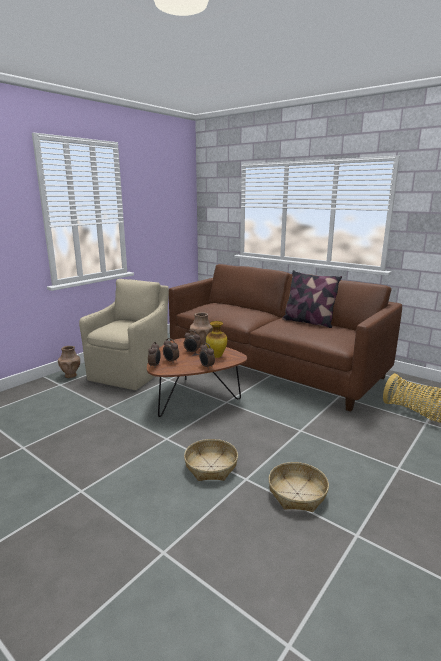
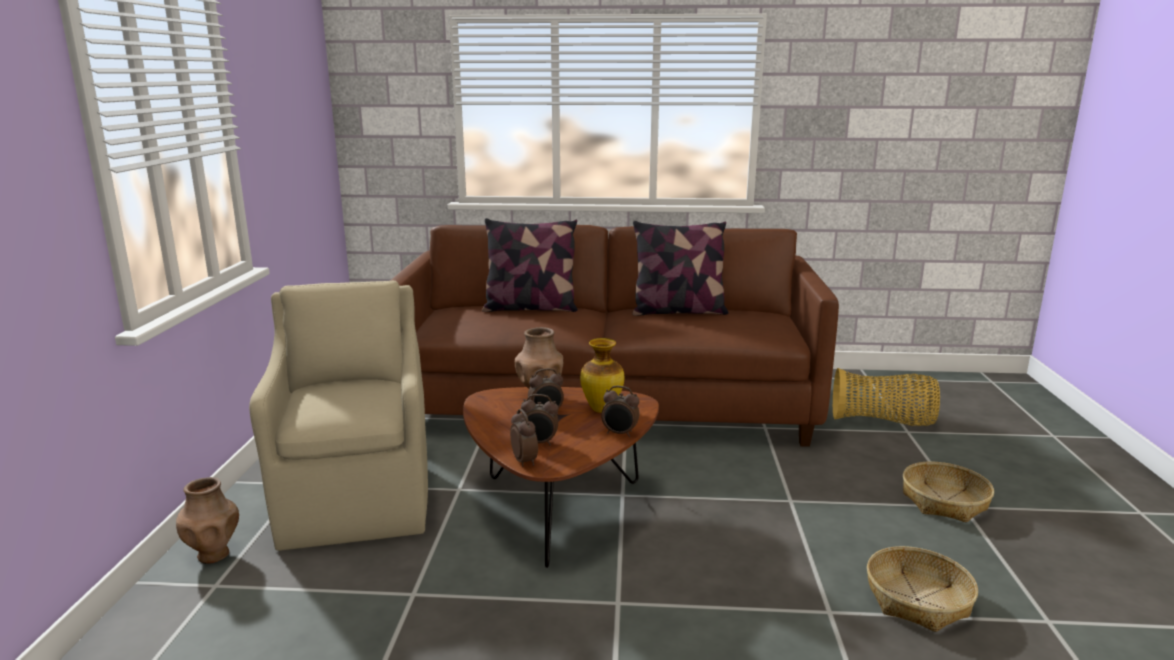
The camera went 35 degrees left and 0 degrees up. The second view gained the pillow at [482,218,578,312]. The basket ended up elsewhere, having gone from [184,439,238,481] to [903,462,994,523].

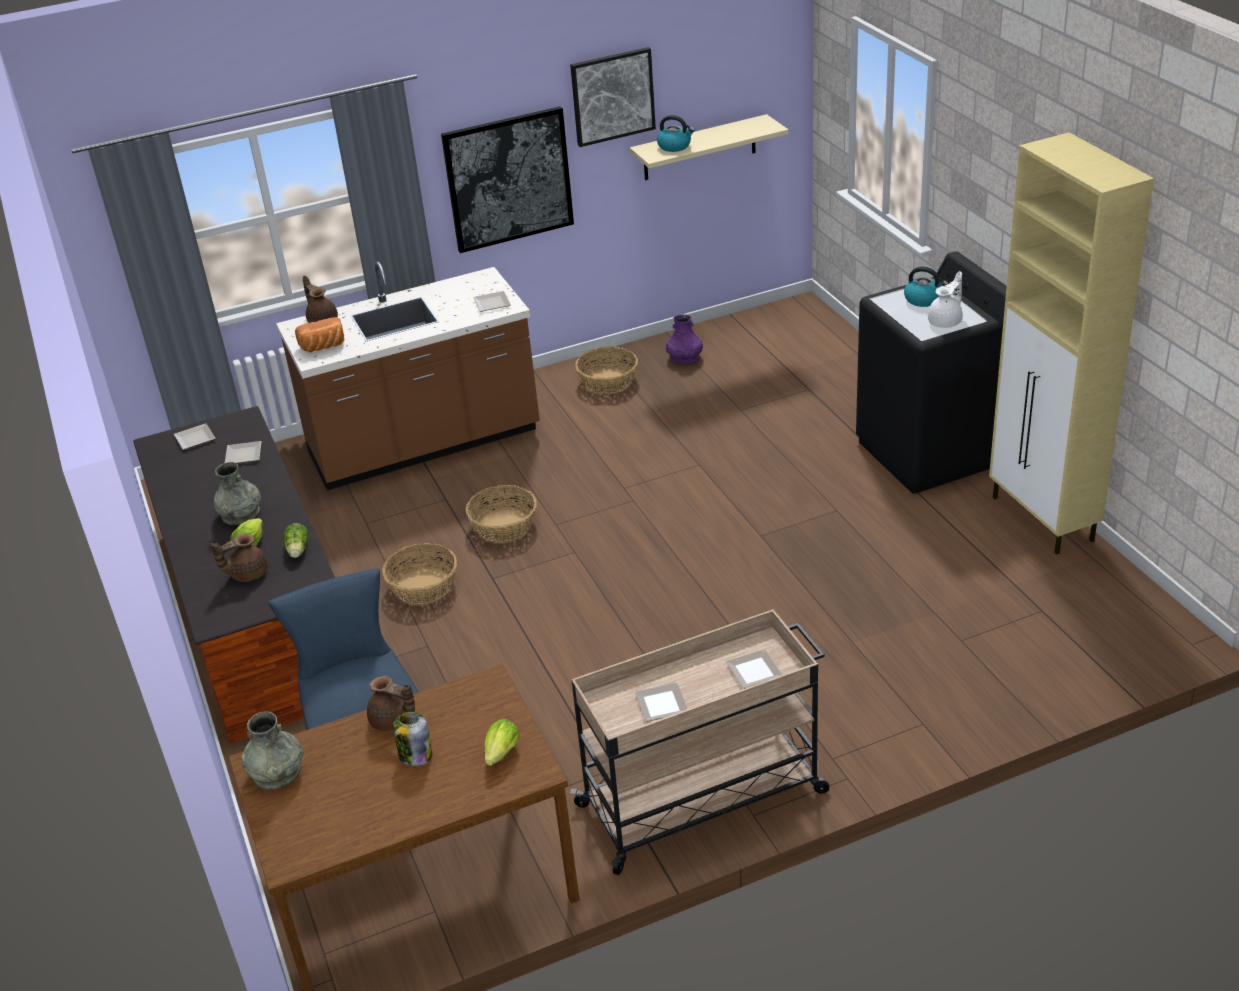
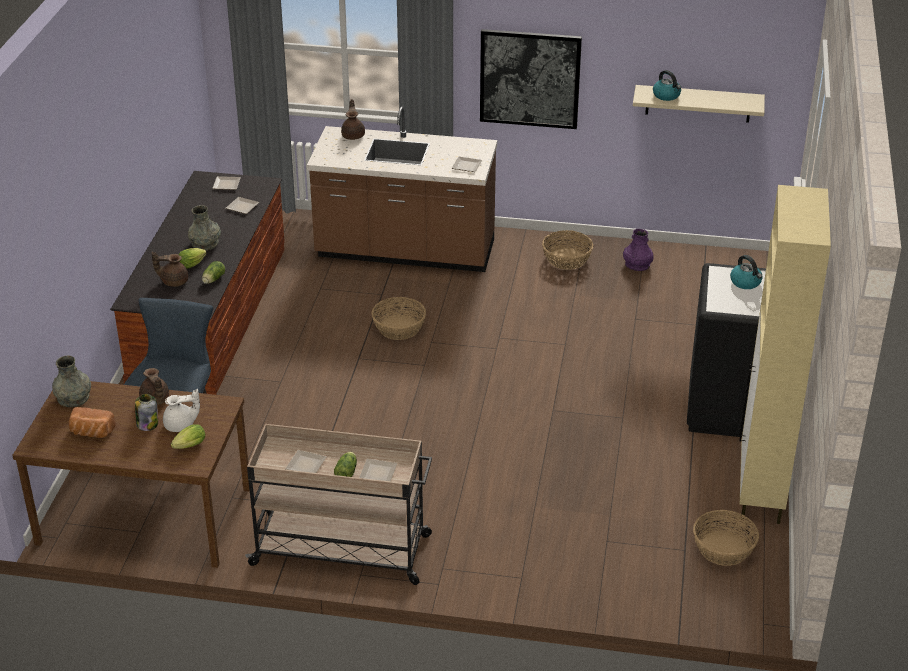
The camera went 30 degrees right and 0 degrees up. The bread ended up elsewhere, having gone from [295,317,344,353] to [69,407,116,438]. The white teapot ended up elsewhere, having gone from [928,271,963,328] to [163,389,200,432]. The second view gained the lettuce at [334,452,357,477]. The basket ended up elsewhere, having gone from [382,543,457,604] to [693,510,759,566]. The second view lost the picture at [570,47,656,147].

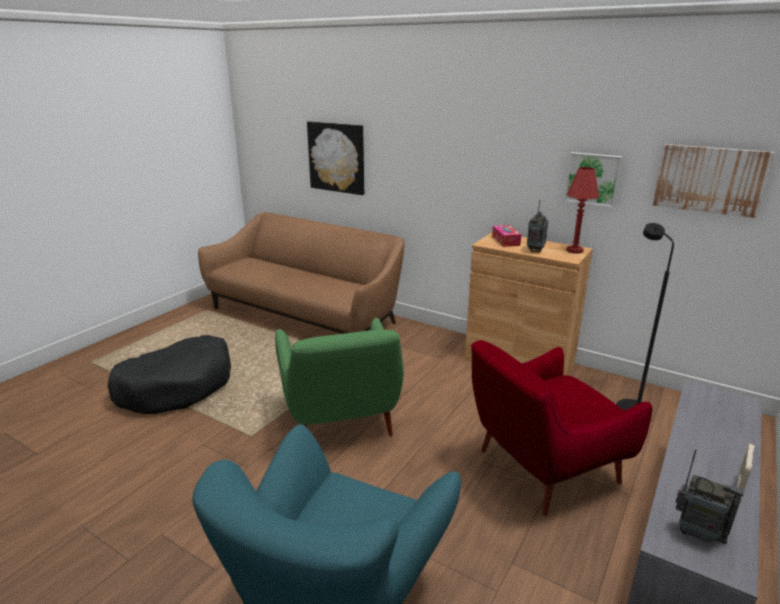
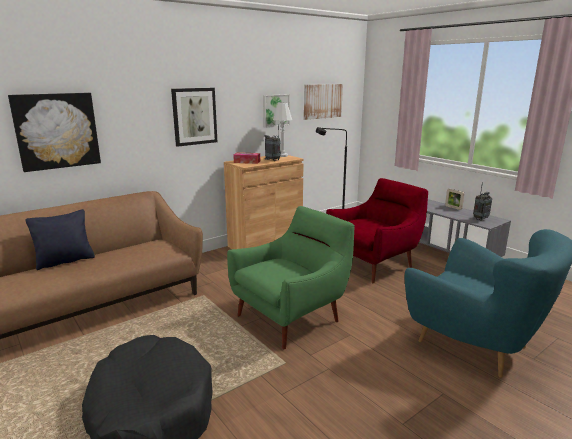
The camera went 70 degrees left and 5 degrees down. The second view gained the black pillow at [25,209,95,270]. The second view gained the picture at [171,88,217,147]. The green armchair at [275,318,404,436] ended up facing another way, 45 degrees counterclockwise from before. What was the red table lamp at [566,167,599,254] turned into the white table lamp at [273,102,292,157]. The red armchair at [471,340,652,516] ended up facing another way, 120 degrees counterclockwise from before.

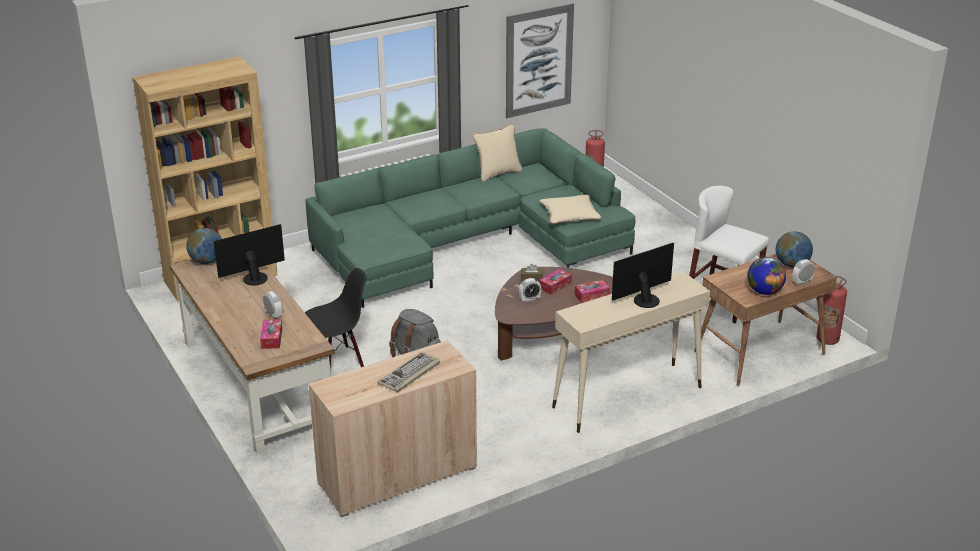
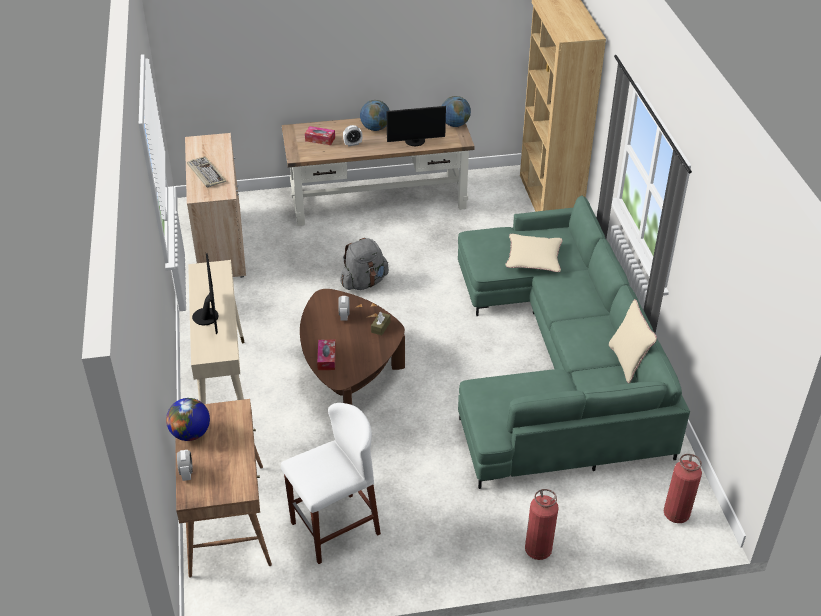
The camera went 110 degrees right and 10 degrees up. The globe ended up elsewhere, having gone from [776,231,813,268] to [360,100,390,131]. The monitor at [214,224,285,285] ended up facing another way, 90 degrees clockwise from before. The beige pillow ended up elsewhere, having gone from [539,195,602,224] to [506,234,562,272]. The fire extinguisher ended up elsewhere, having gone from [816,276,847,345] to [525,489,559,560]. The second view lost the black chair at [305,268,366,367]. The second view lost the picture at [506,3,574,118]. The second view lost the tissue box at [539,269,572,295].

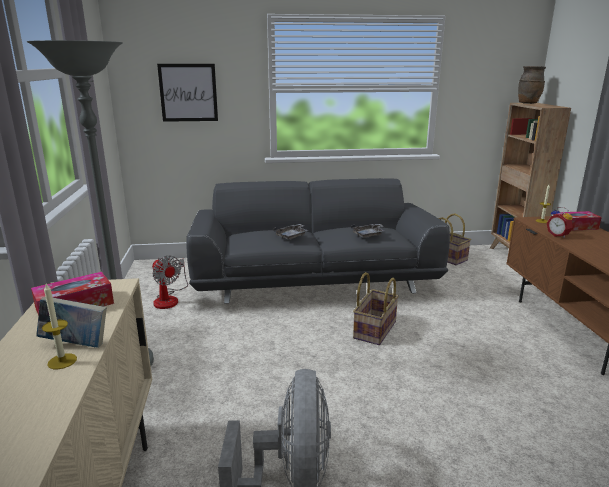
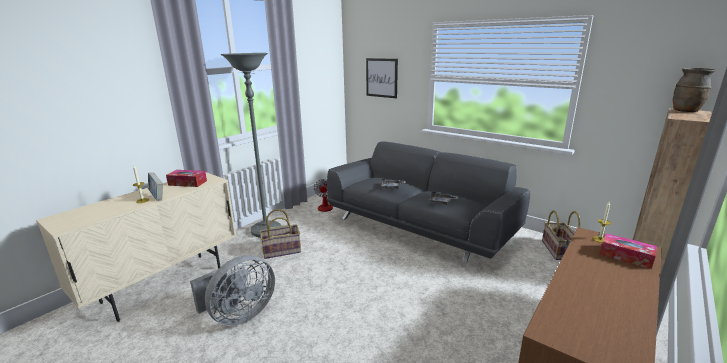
The camera went 45 degrees right and 0 degrees up. The basket ended up elsewhere, having gone from [353,272,399,345] to [260,209,301,259]. The second view lost the alarm clock at [547,207,573,238].

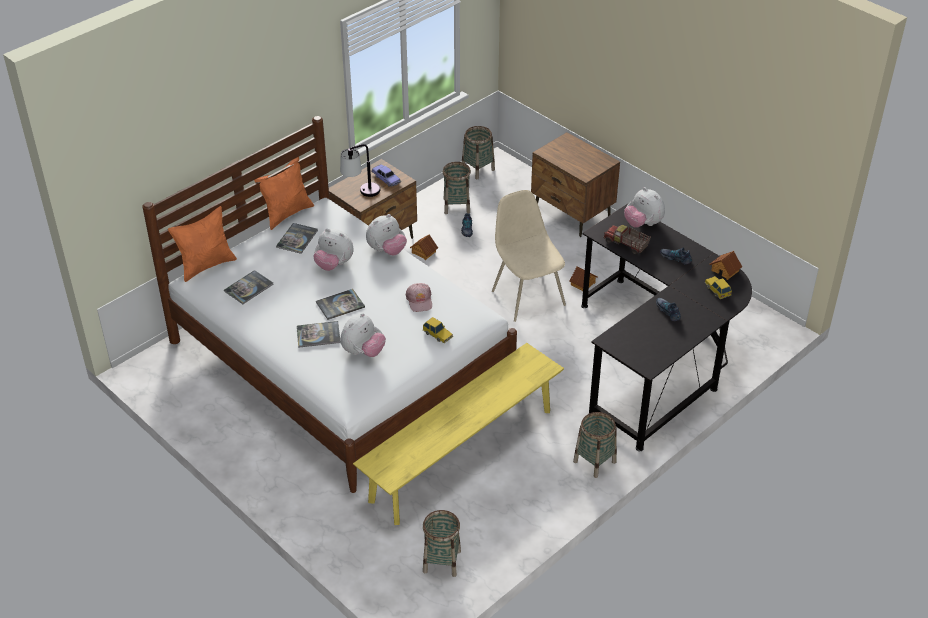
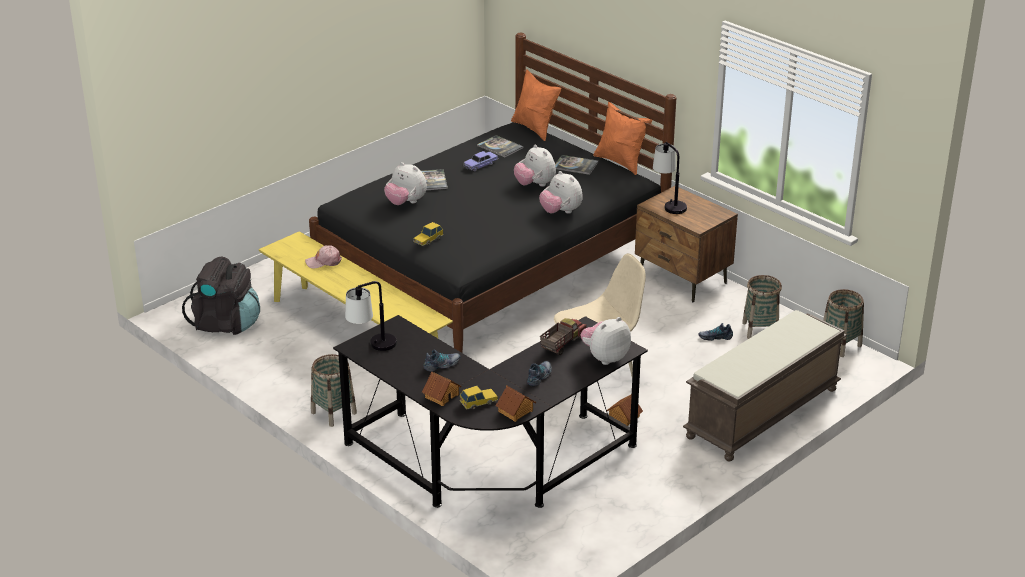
The camera went 90 degrees right and 10 degrees down. Where the basket stood at [423,510,461,577], the black backpack came to stand at [182,257,260,335]. The pink cap ended up elsewhere, having gone from [405,283,432,312] to [305,245,342,269]. What was the white bed at [142,116,517,493] turned into the black bed at [309,33,676,353]. The second view gained the table lamp at [345,281,397,351]. The toy house ended up elsewhere, having gone from [410,234,438,260] to [422,371,461,406]. The toy car ended up elsewhere, having gone from [371,164,401,187] to [463,151,499,171]. The plush toy at [313,229,354,271] ended up facing another way, 60 degrees counterclockwise from before. Where the brown nightstand stood at [531,132,620,237], the brown bench came to stand at [683,310,847,462]. The second view lost the book at [316,289,365,320].

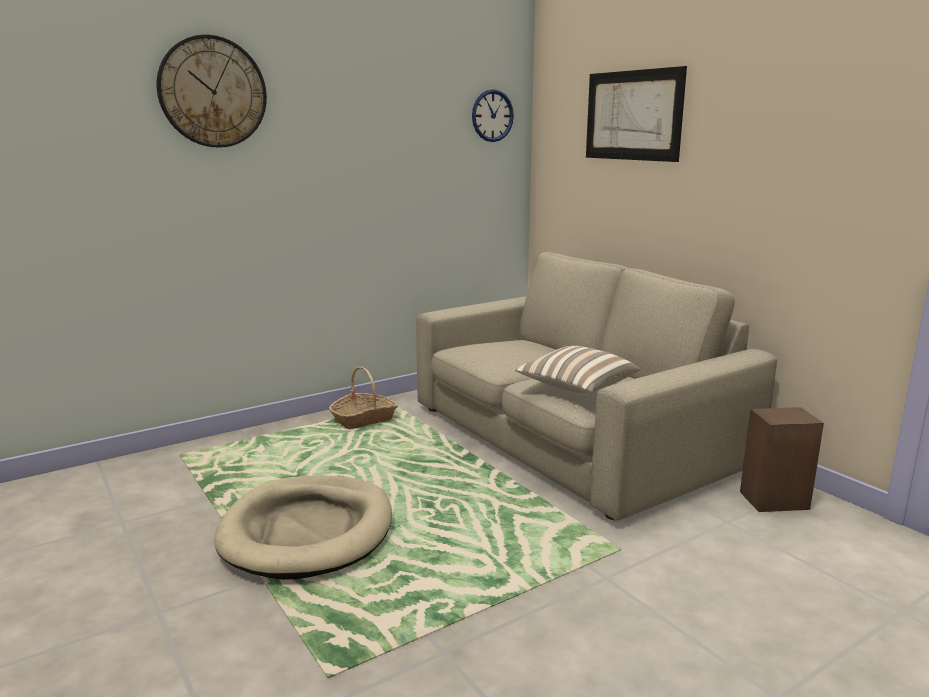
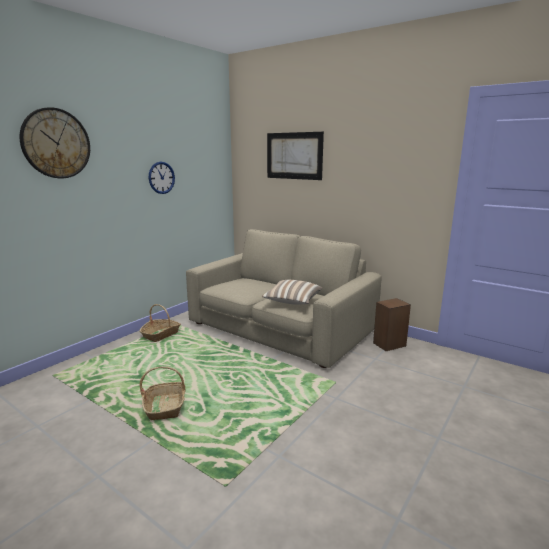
The camera went 20 degrees left and 0 degrees up. Where the beige dog bed stood at [214,475,392,580], the basket came to stand at [140,366,186,420]. The wall clock ended up elsewhere, having gone from [472,89,514,142] to [149,161,175,194].

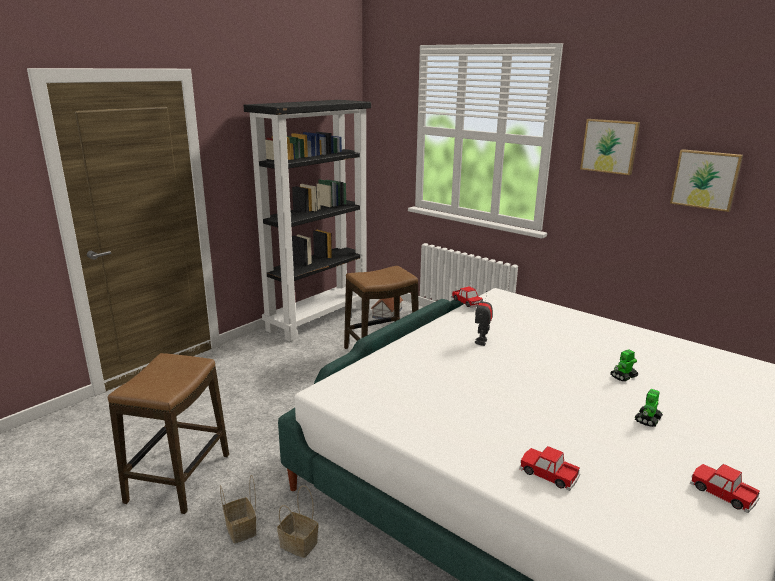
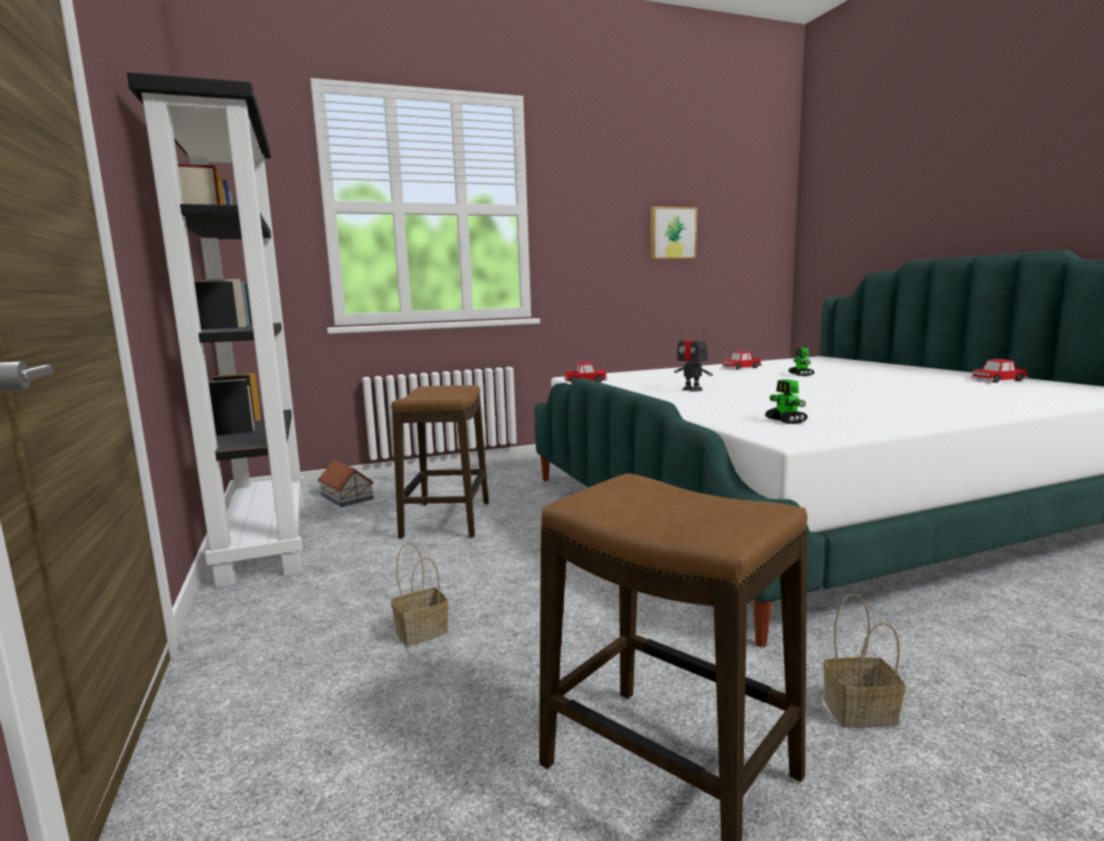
The camera went 60 degrees left and 10 degrees down. The basket ended up elsewhere, having gone from [277,485,318,558] to [391,543,448,646]. The toy car ended up elsewhere, having gone from [519,446,580,491] to [722,351,762,370]. The toy robot ended up elsewhere, having gone from [634,389,663,427] to [765,379,808,424]. The second view lost the picture at [580,119,640,175].

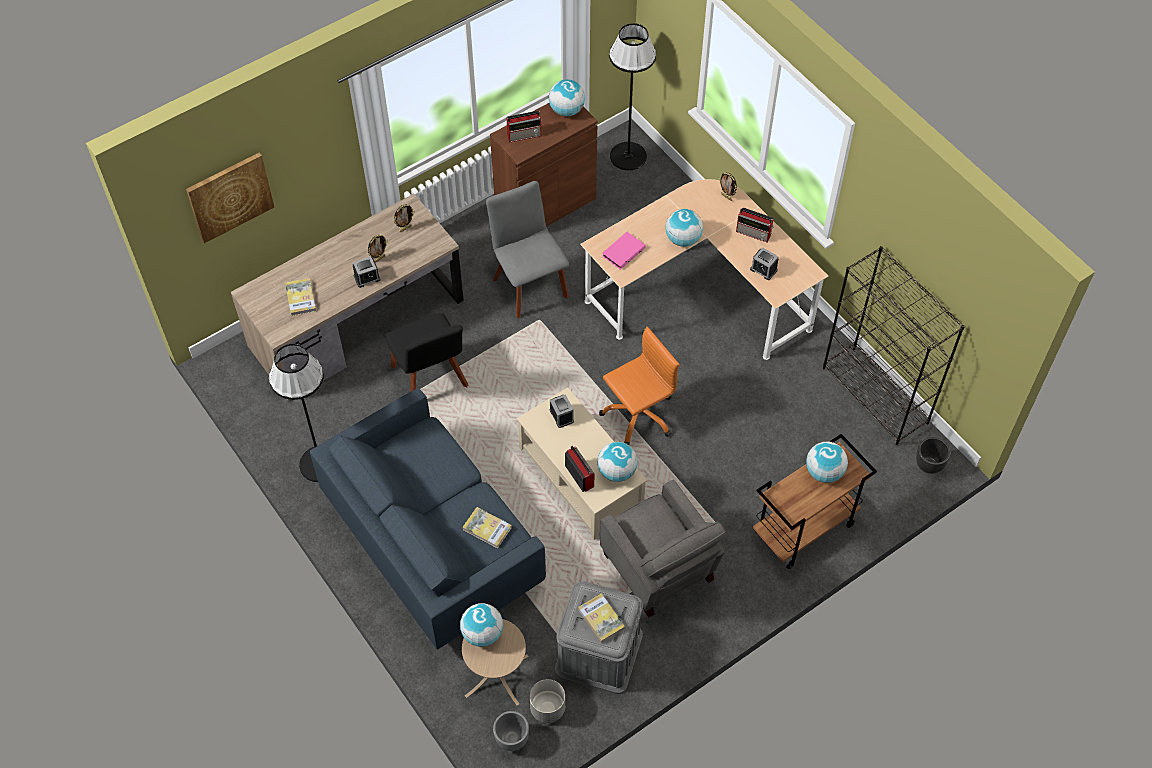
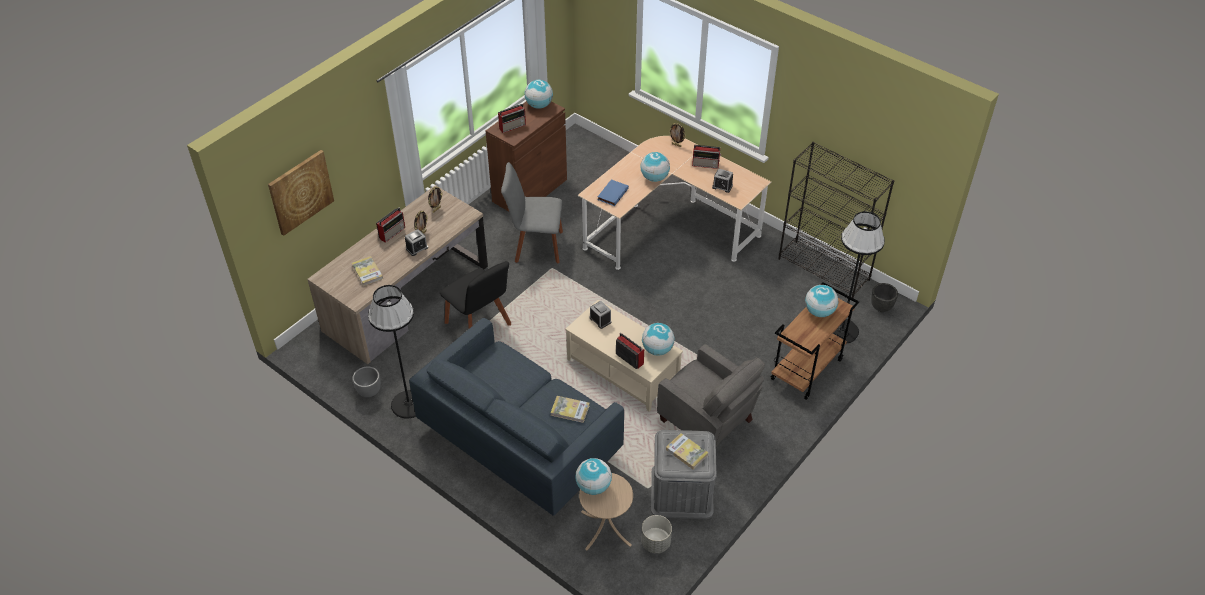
The camera went 15 degrees left and 10 degrees down. The grey planter ended up elsewhere, having gone from [493,711,529,751] to [352,366,381,397]. The second view gained the radio at [376,207,405,243]. The grey chair at [486,181,569,318] ended up facing another way, 45 degrees counterclockwise from before. What was the pink book at [602,232,646,269] turned into the blue book at [597,179,629,206]. The black floor lamp ended up elsewhere, having gone from [609,23,656,170] to [833,211,885,343]. The second view lost the orange office chair at [599,327,679,445].

